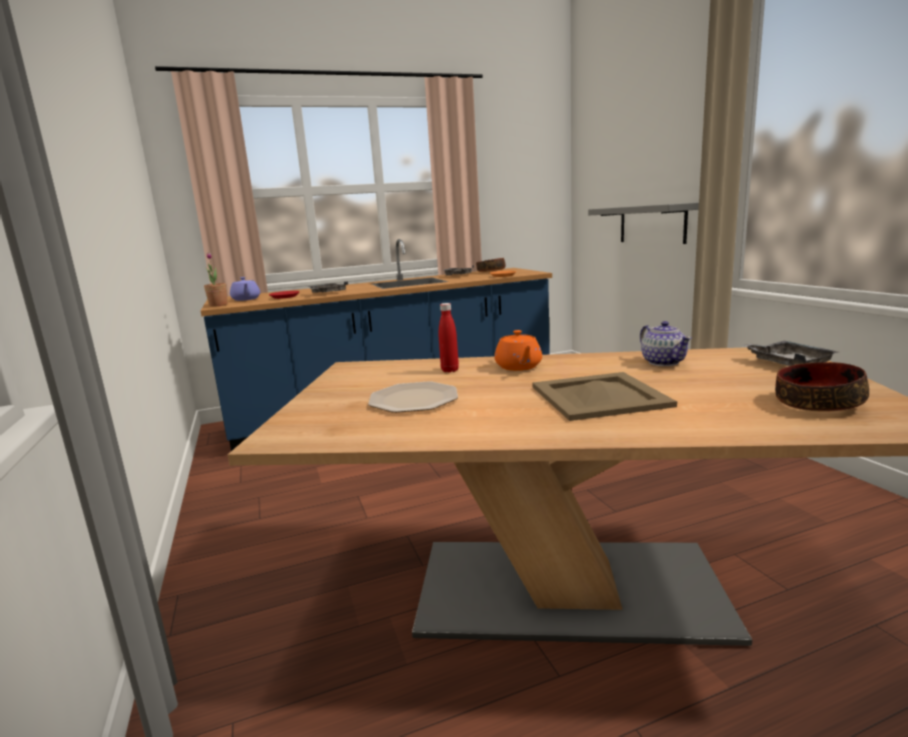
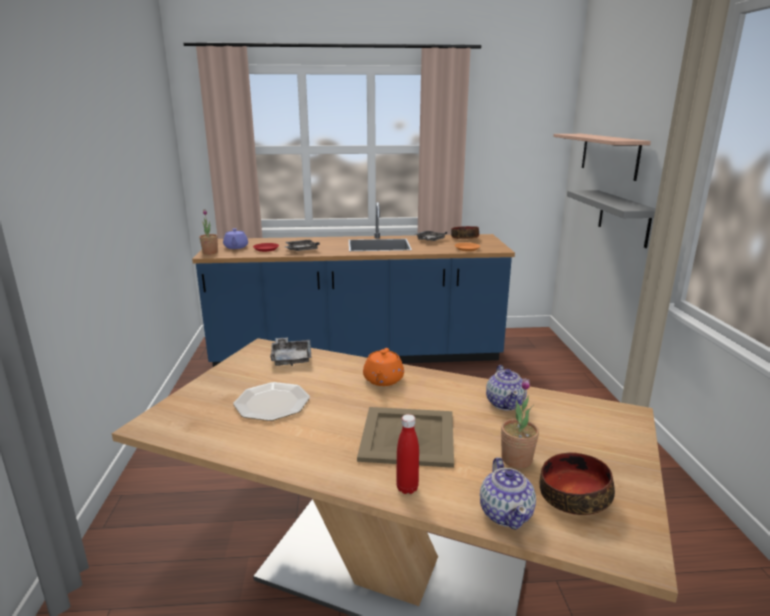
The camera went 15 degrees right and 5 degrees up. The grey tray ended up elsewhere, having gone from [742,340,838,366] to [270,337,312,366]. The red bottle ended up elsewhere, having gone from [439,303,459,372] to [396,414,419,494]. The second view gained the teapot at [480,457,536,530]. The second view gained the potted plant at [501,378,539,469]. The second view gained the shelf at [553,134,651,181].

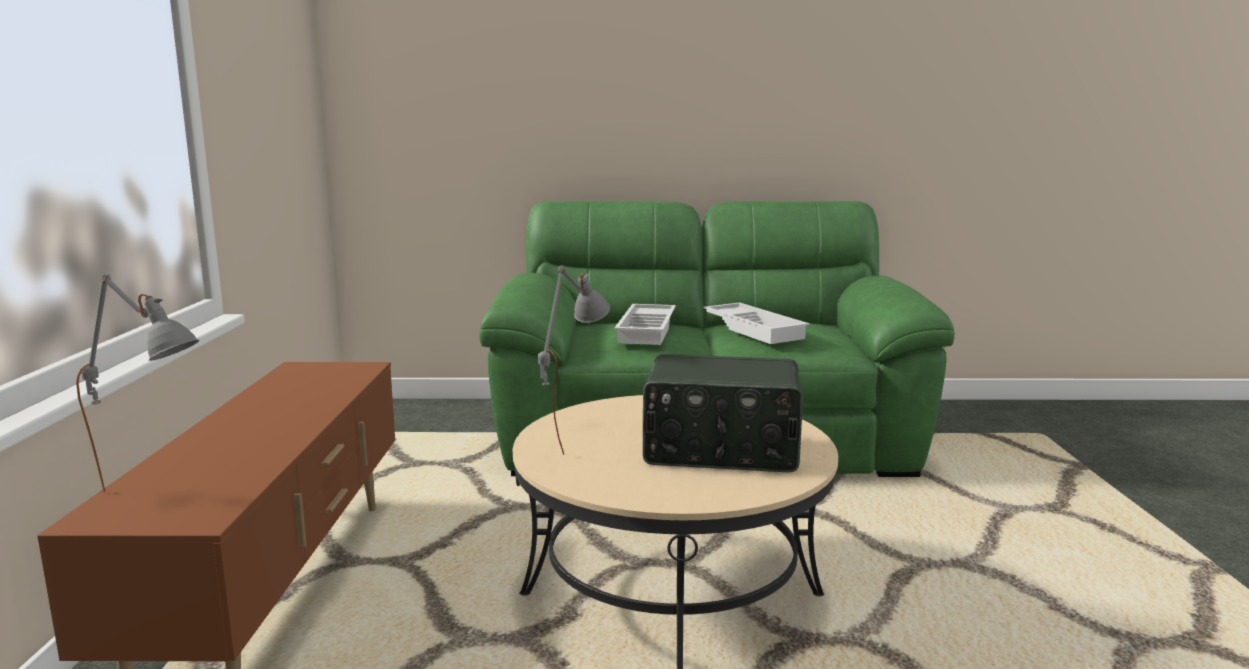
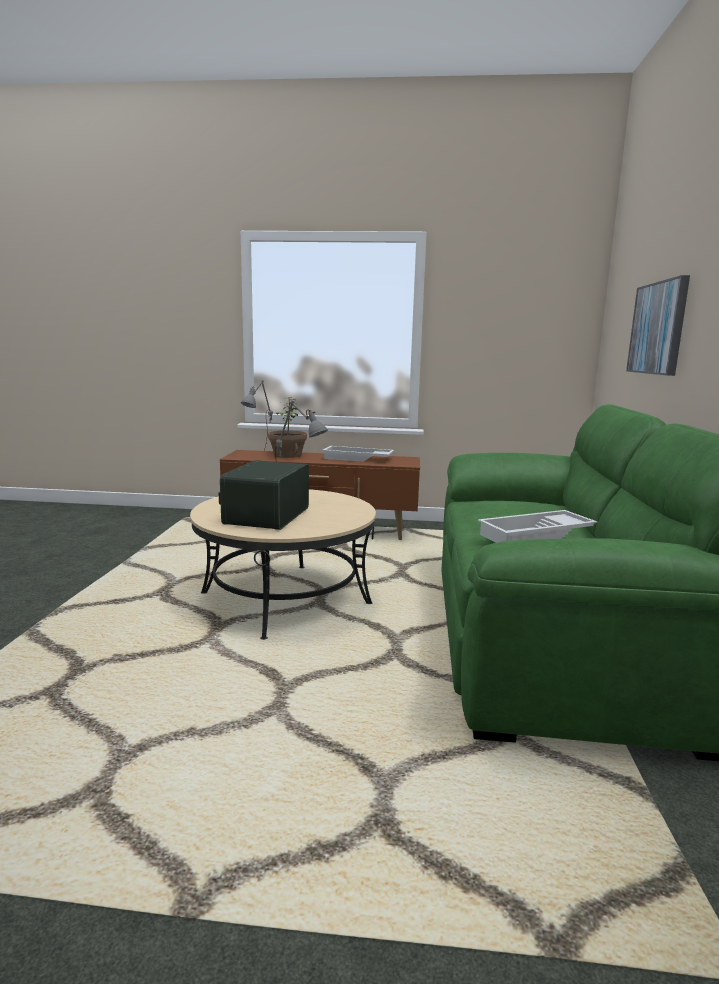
The camera went 95 degrees right and 0 degrees up. The second view gained the potted plant at [268,397,307,458]. The white tray ended up elsewhere, having gone from [614,304,676,345] to [323,446,394,462]. The second view gained the picture at [626,275,690,376].

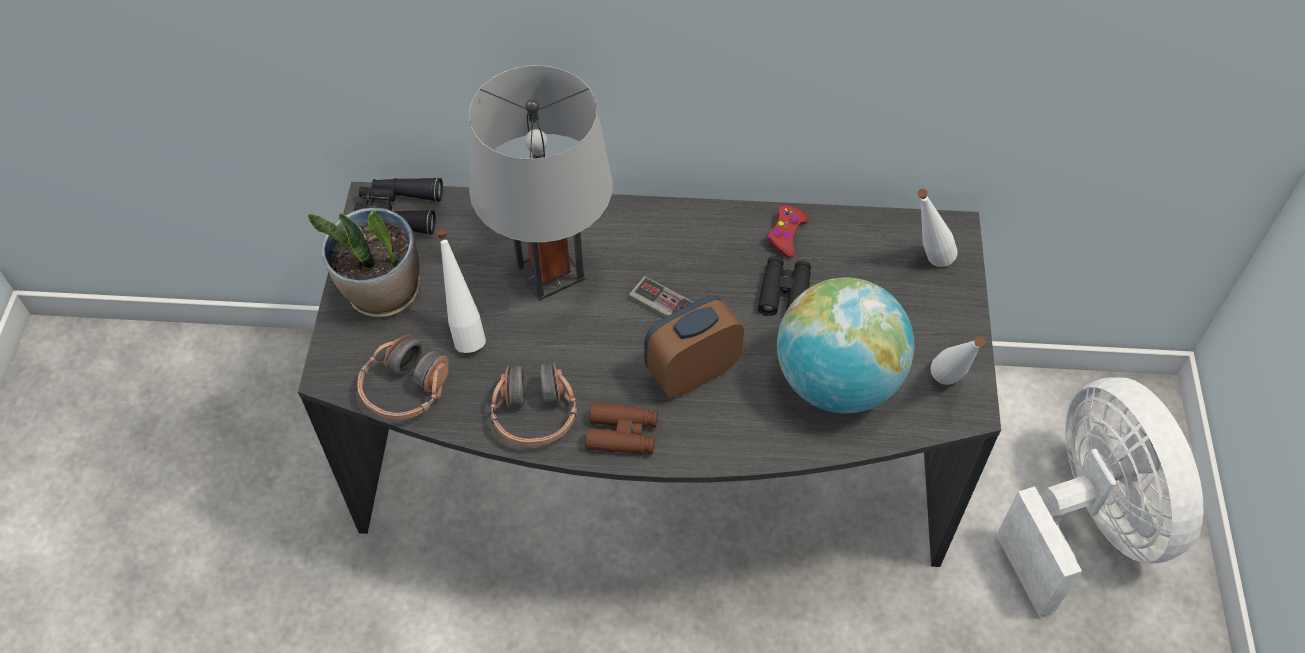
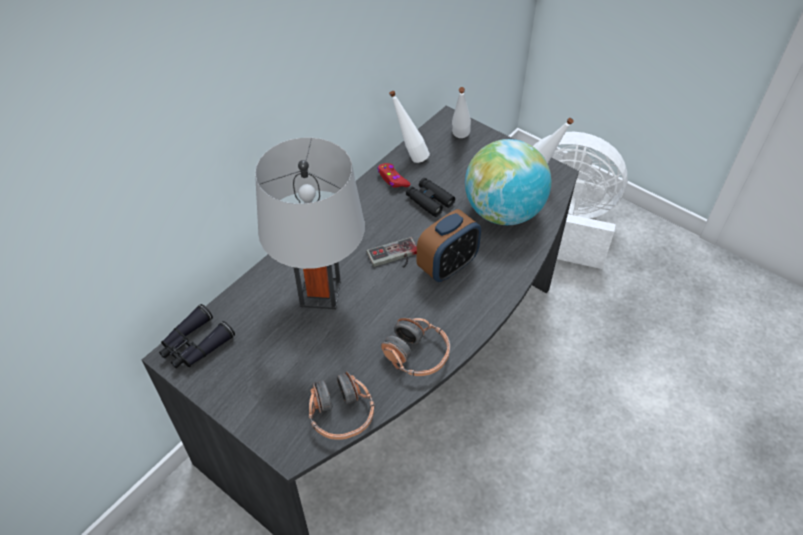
The camera went 55 degrees left and 5 degrees down. The white bottle ended up elsewhere, having gone from [437,230,486,353] to [389,91,430,163]. The alarm clock at [644,296,744,397] ended up facing another way, 135 degrees counterclockwise from before. The second view lost the potted plant at [308,208,421,317]. The second view lost the brown binoculars at [585,402,658,454].

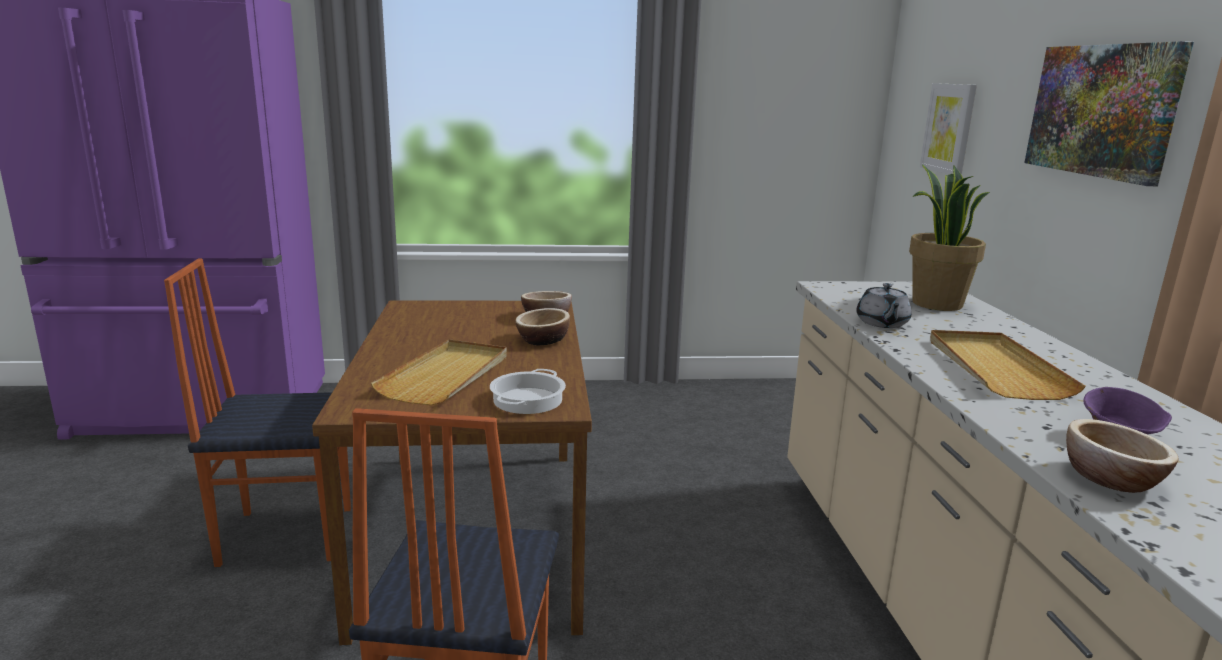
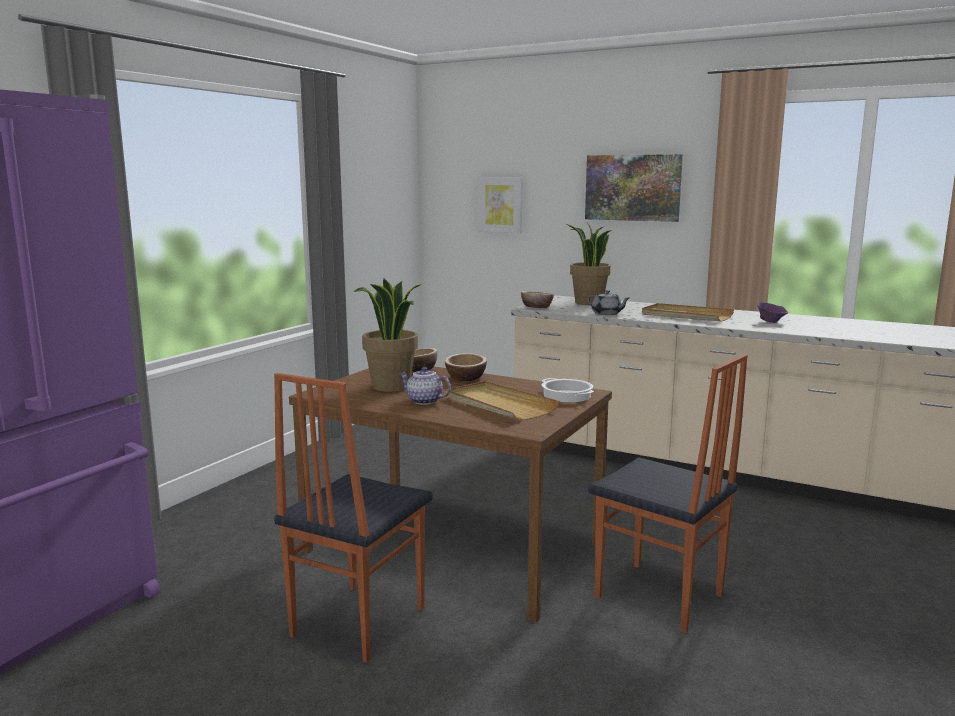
The camera went 55 degrees left and 5 degrees down. The second view gained the potted plant at [354,278,420,392]. The second view gained the teapot at [399,367,451,405]. The bowl ended up elsewhere, having gone from [1066,419,1179,493] to [521,291,554,308].

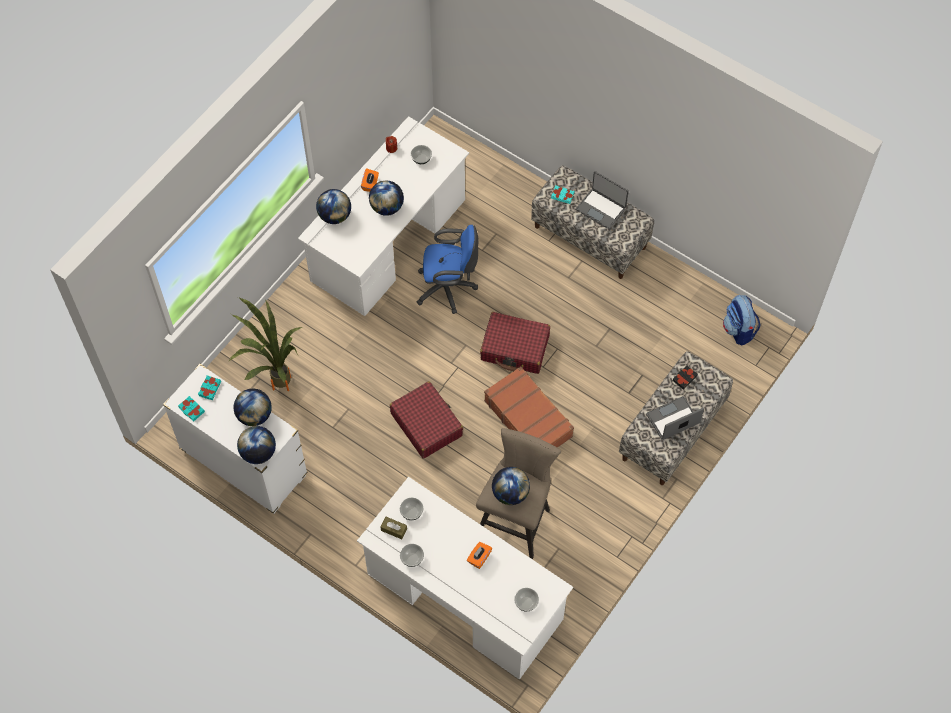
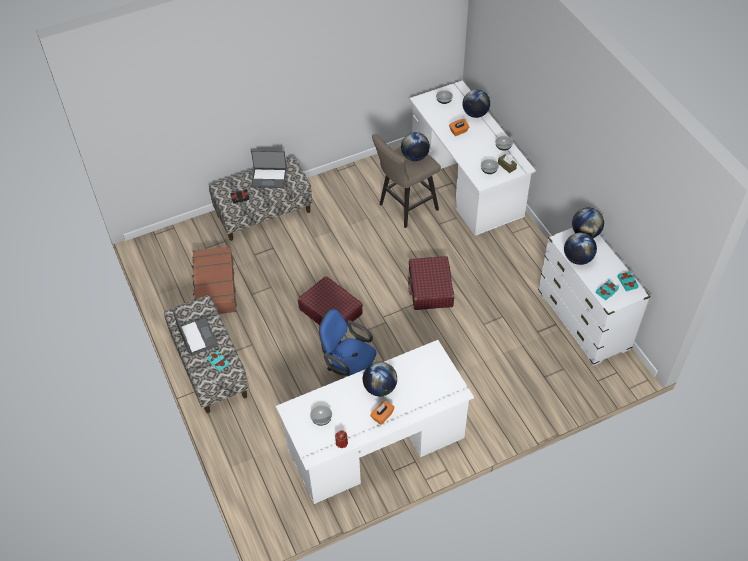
The camera went 150 degrees left and 10 degrees down. The brown suitcase ended up elsewhere, having gone from [484,366,574,448] to [192,246,237,314]. The globe ended up elsewhere, having gone from [316,189,351,224] to [463,90,490,118]. The second view lost the potted plant at [229,297,302,392]. The second view lost the backpack at [723,295,760,345].

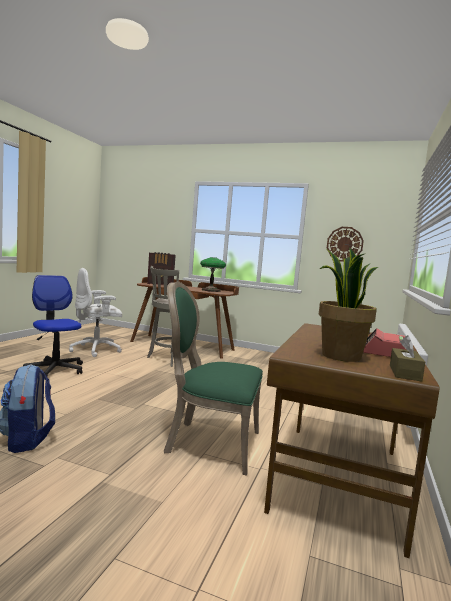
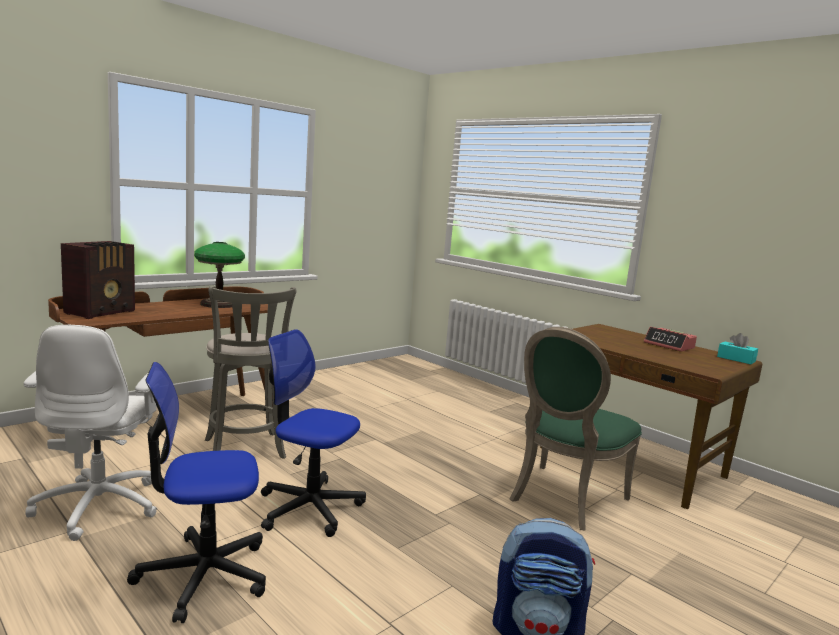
The camera went 65 degrees left and 5 degrees up. The second view gained the office chair at [261,329,366,537]. What was the brown tissue box at [390,335,425,382] turned into the turquoise tissue box at [717,333,758,364]. The second view lost the potted plant at [319,248,378,362]. The second view lost the wall clock at [327,227,364,262].

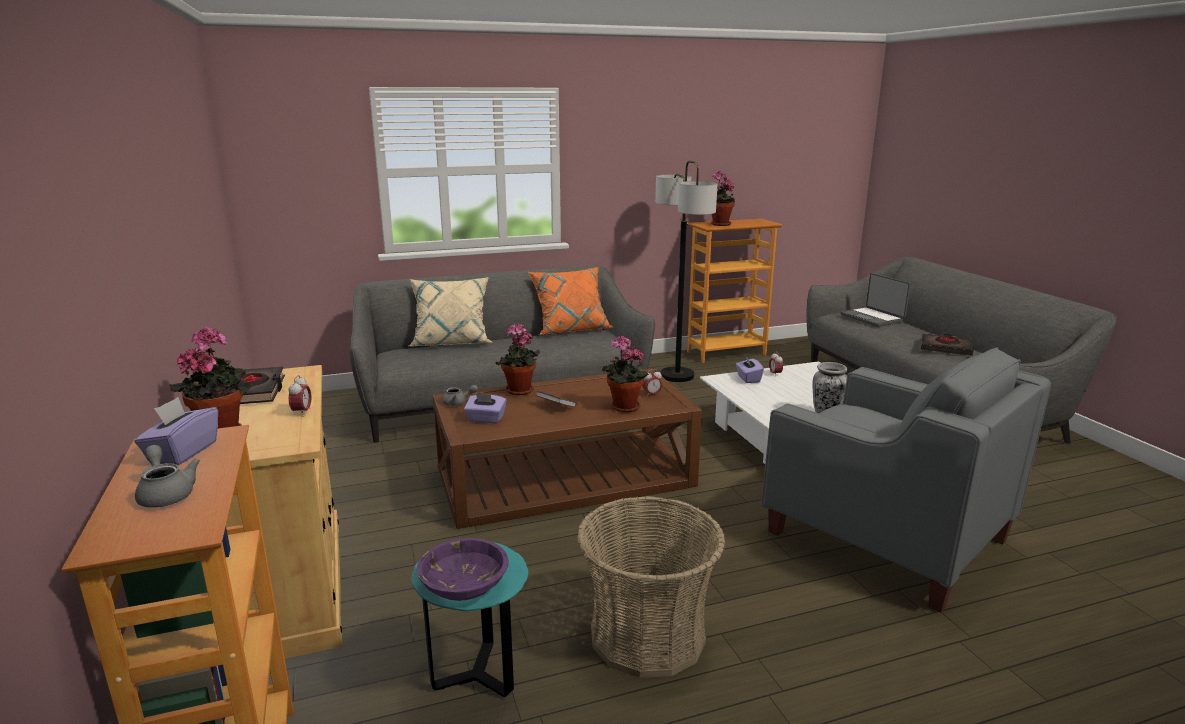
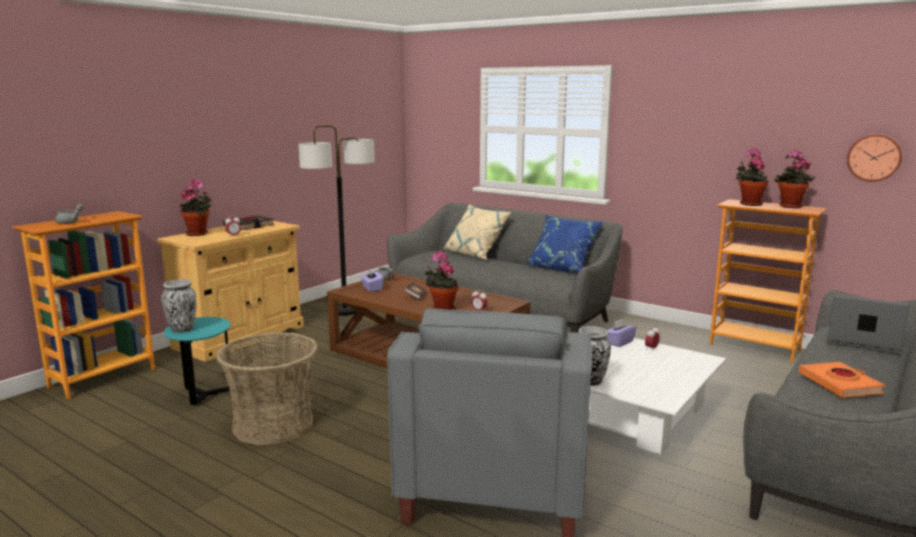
The camera went 55 degrees right and 5 degrees down. Where the purple bowl stood at [417,538,509,601], the vase came to stand at [161,279,196,333]. The floor lamp ended up elsewhere, having gone from [655,161,718,382] to [298,125,374,316]. What was the orange pillow at [528,267,613,335] turned into the blue pillow at [525,215,603,273]. The potted plant ended up elsewhere, having gone from [495,323,540,395] to [774,149,815,208]. What was the black book at [921,333,974,356] turned into the orange book at [799,362,885,398]. The laptop at [840,273,911,327] ended up facing another way, 90 degrees clockwise from before. The second view gained the wall clock at [847,134,902,182]. The second view lost the purple tissue box at [134,397,218,465].

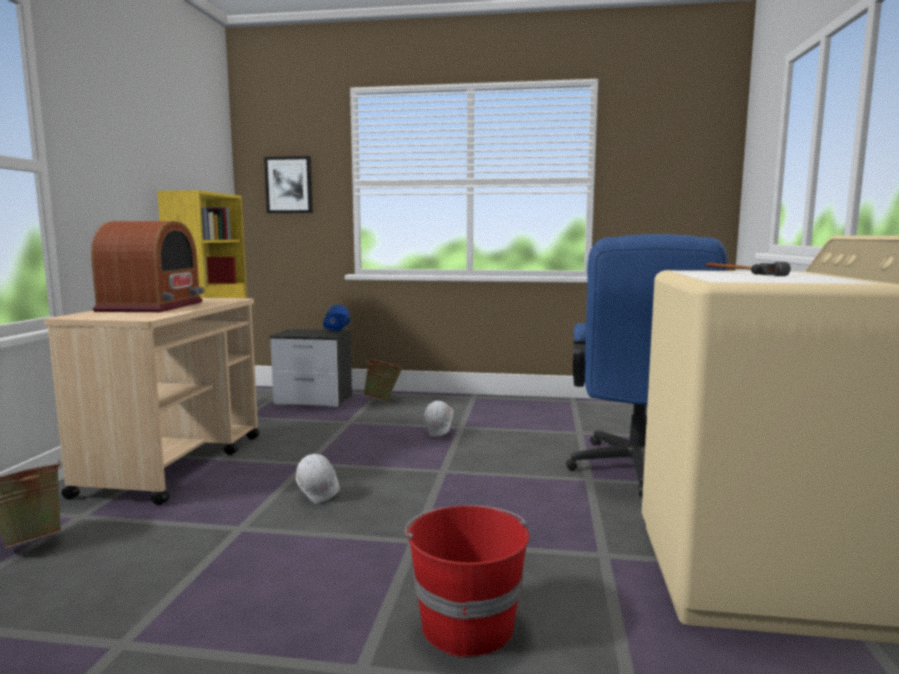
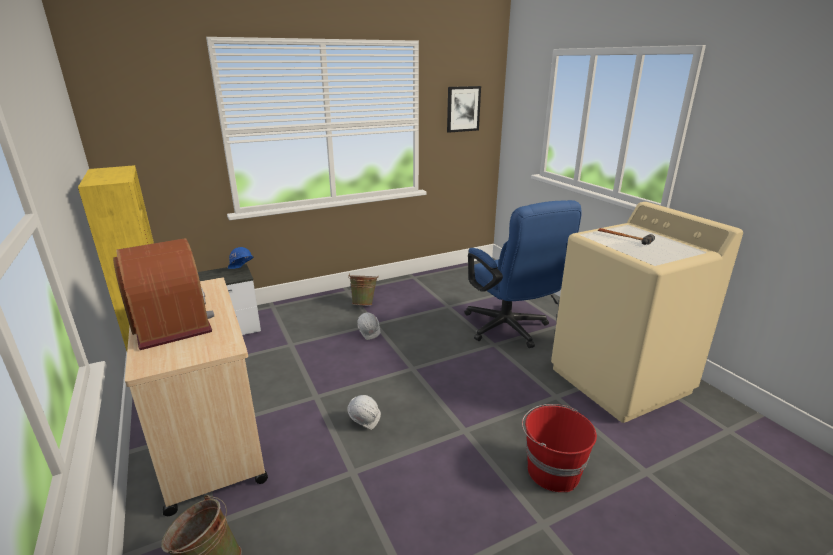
The camera went 35 degrees left and 15 degrees up. The green bucket ended up elsewhere, having gone from [363,359,403,402] to [348,274,379,305]. The picture ended up elsewhere, having gone from [264,156,313,213] to [447,86,481,133].

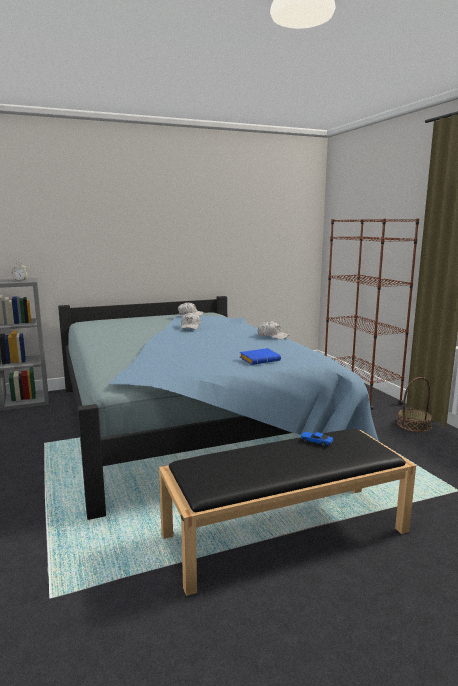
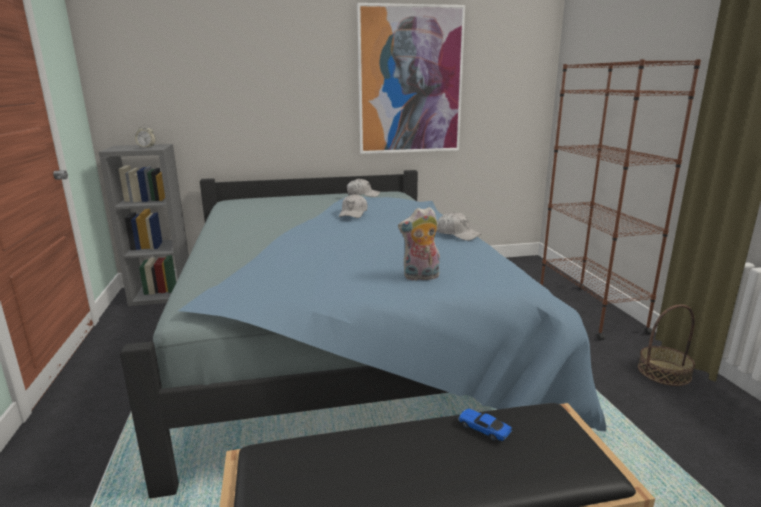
The camera went 10 degrees right and 5 degrees up. The second view gained the picture at [357,3,465,154]. Where the blue book stood at [240,348,281,365], the plush toy came to stand at [398,207,440,281].

